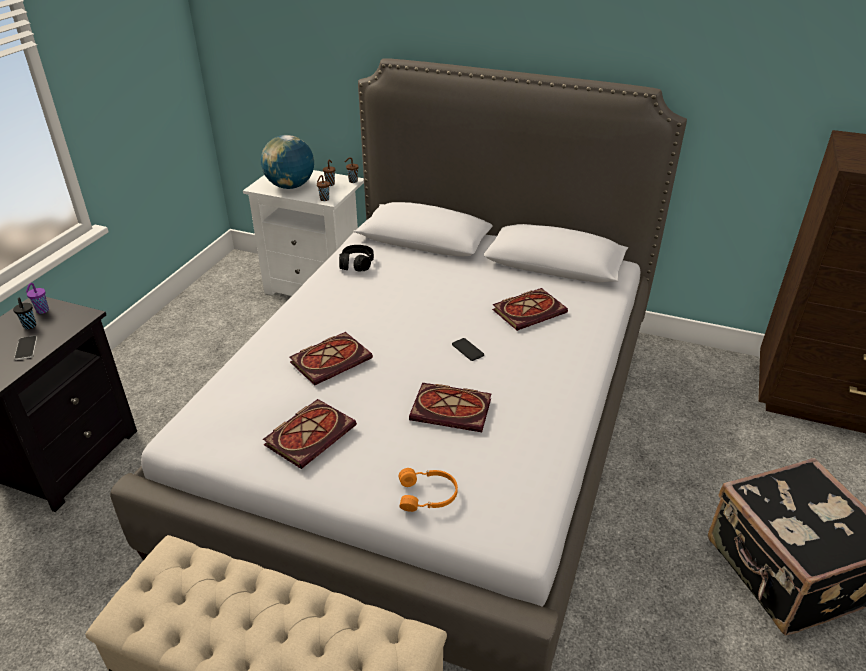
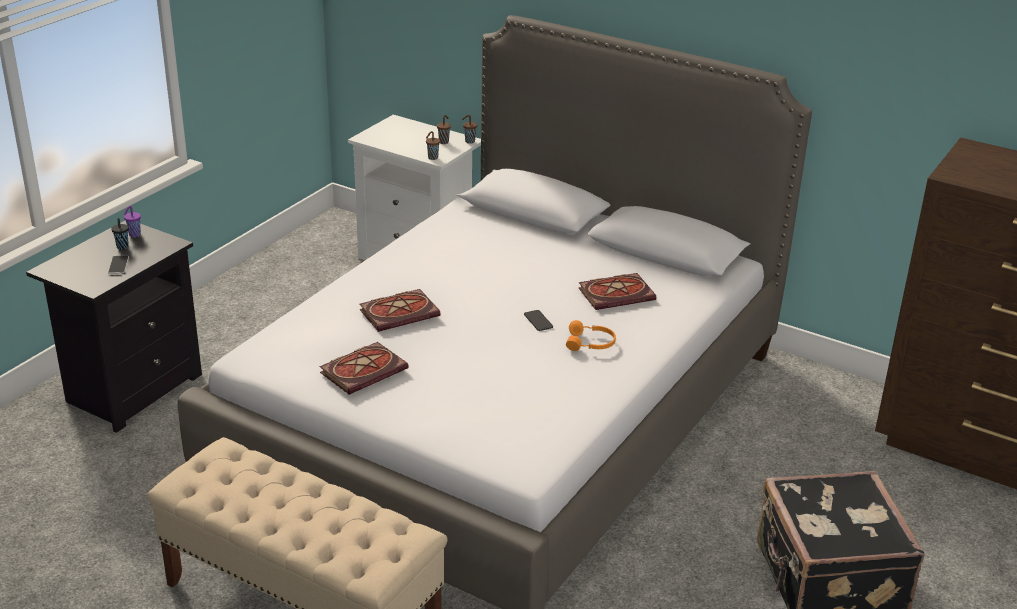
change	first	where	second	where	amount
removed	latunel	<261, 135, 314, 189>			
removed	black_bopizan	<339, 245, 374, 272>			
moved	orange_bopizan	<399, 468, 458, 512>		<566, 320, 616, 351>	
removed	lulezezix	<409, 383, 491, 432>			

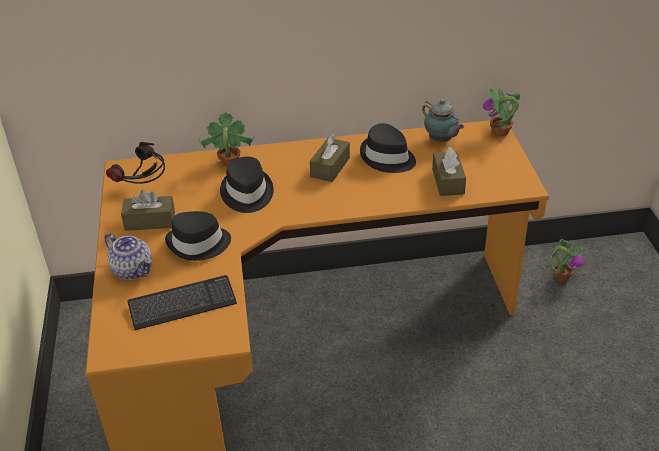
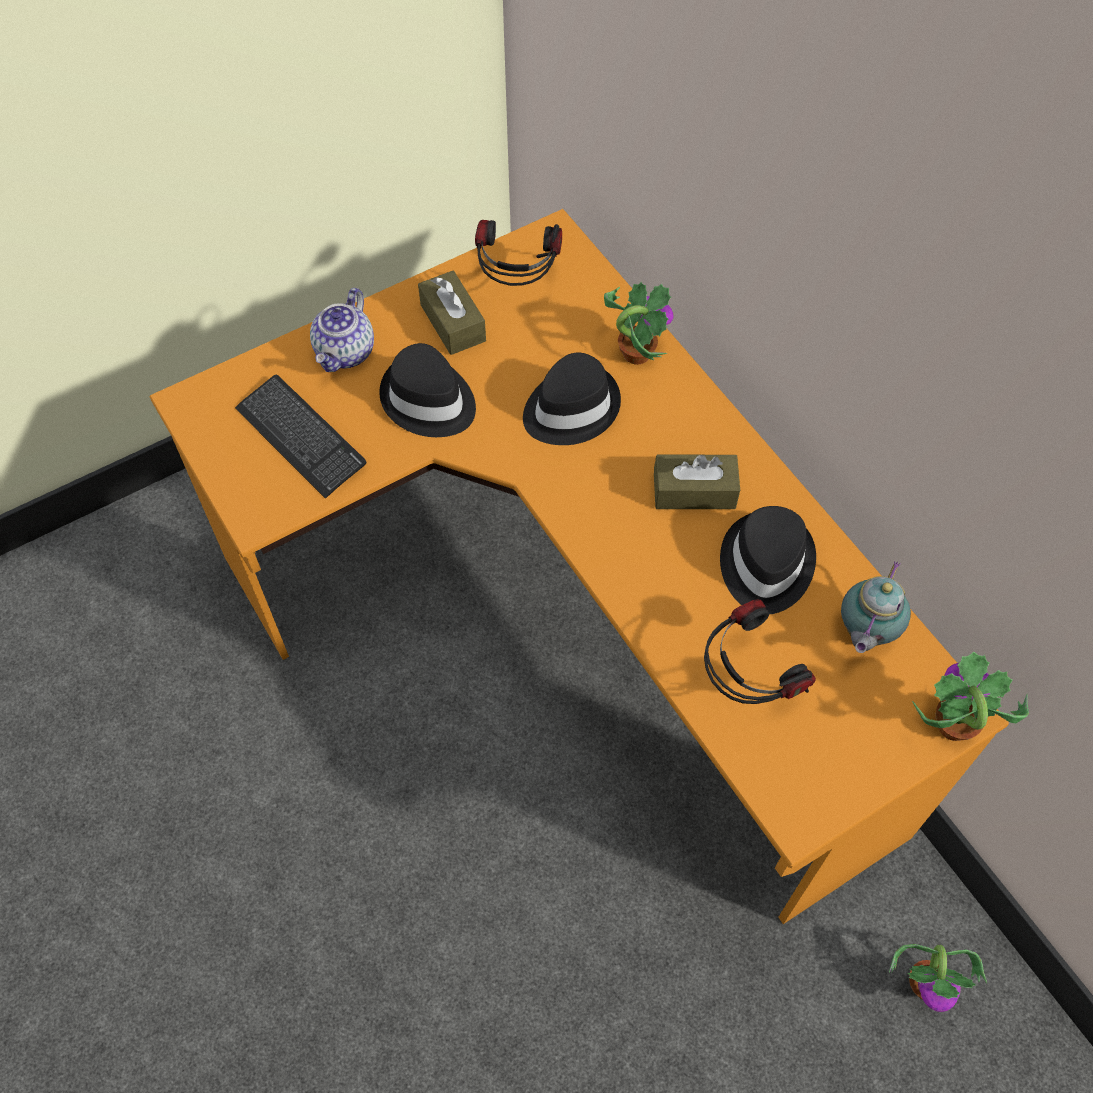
change	first	where	second	where	amount
replaced	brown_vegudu	<432, 147, 466, 196>	bopizan	<704, 599, 816, 704>	

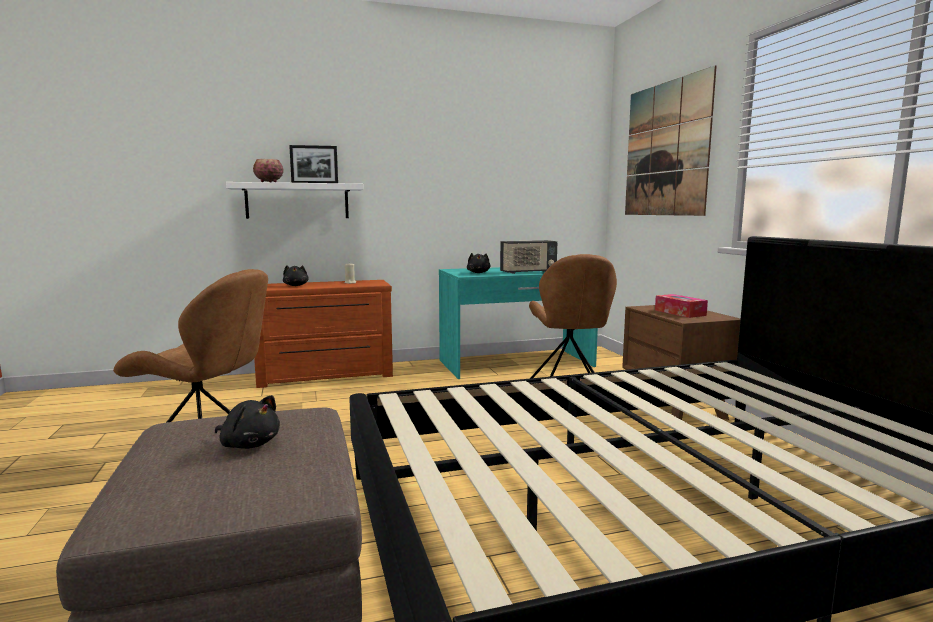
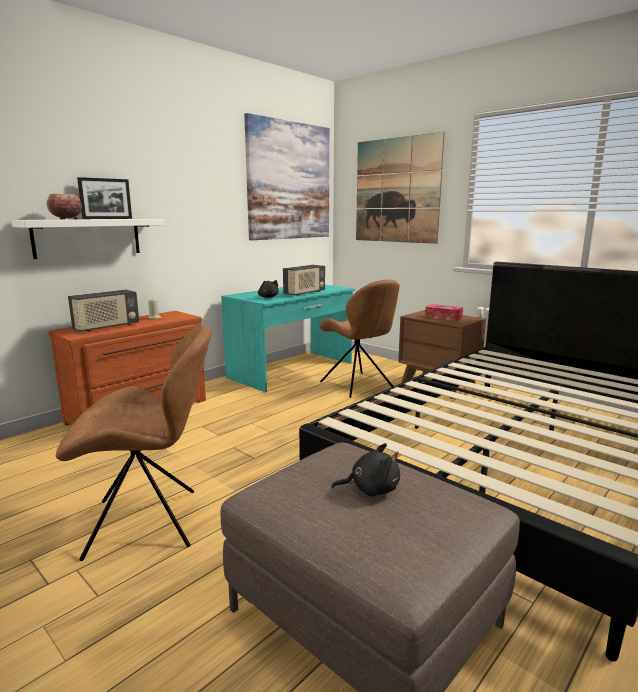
change	first	where	second	where	amount
replaced	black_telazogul	<283, 265, 309, 286>	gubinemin	<68, 290, 139, 332>	
added			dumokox	<244, 113, 330, 240>	

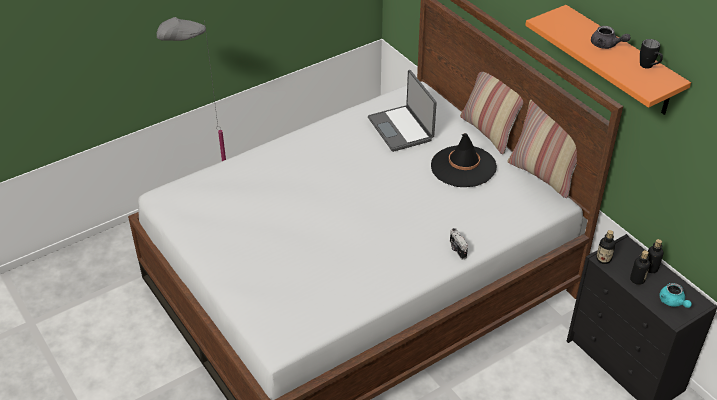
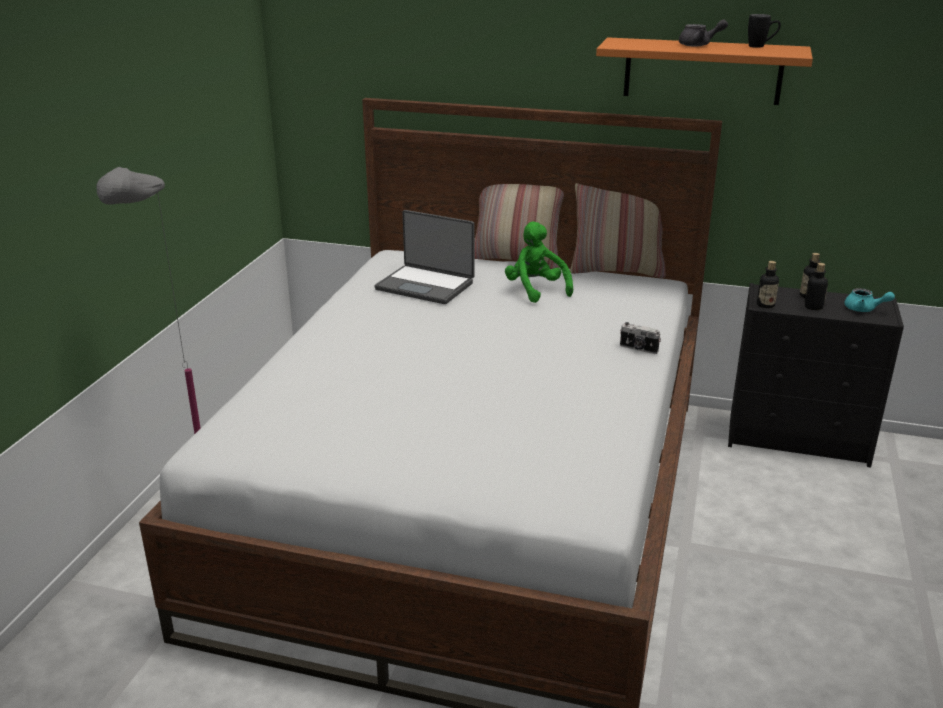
change	first	where	second	where	amount
replaced	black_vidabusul	<431, 133, 497, 187>	green_telazogul	<505, 221, 573, 303>	

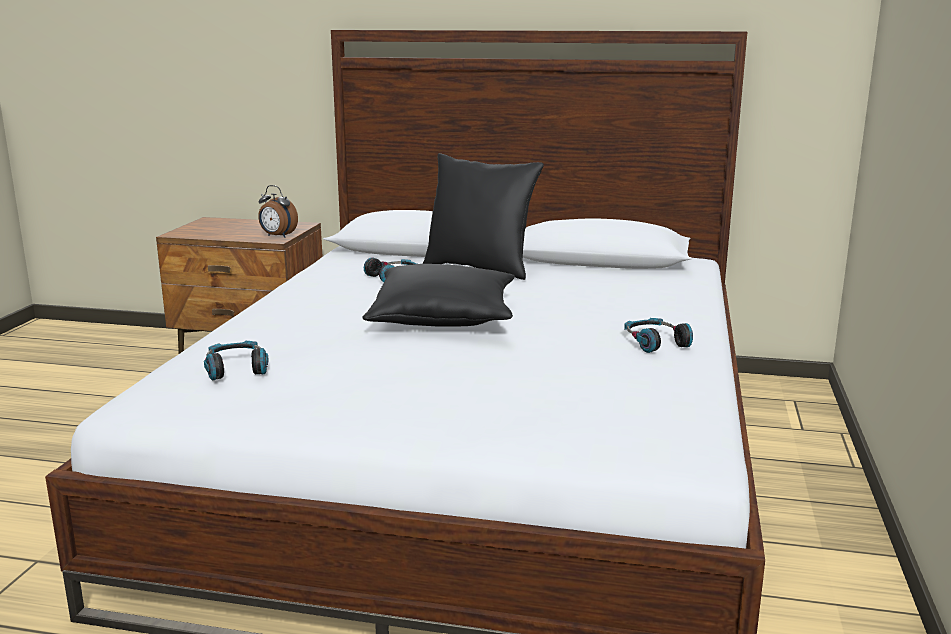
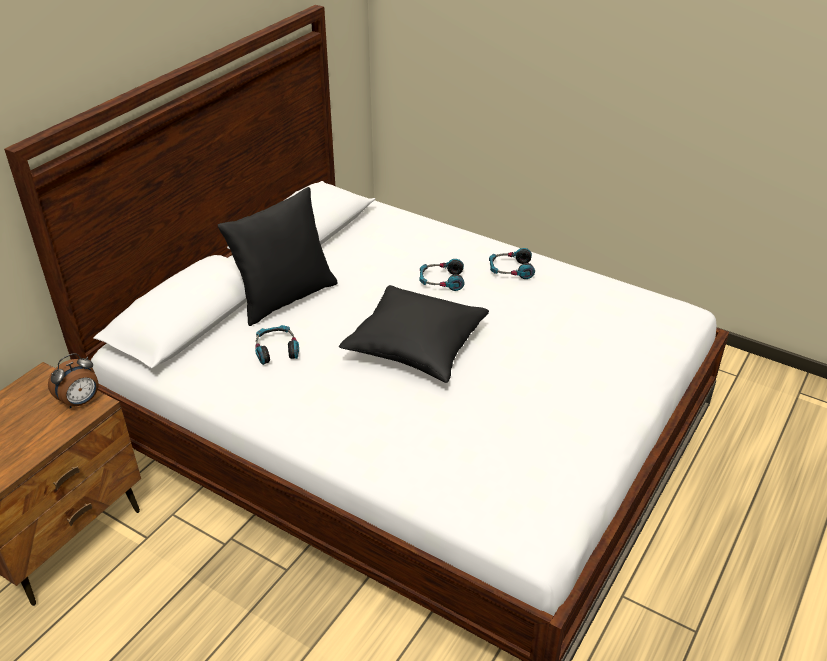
change	first	where	second	where	amount
moved	bopizan	<204, 341, 269, 380>		<419, 259, 465, 291>	

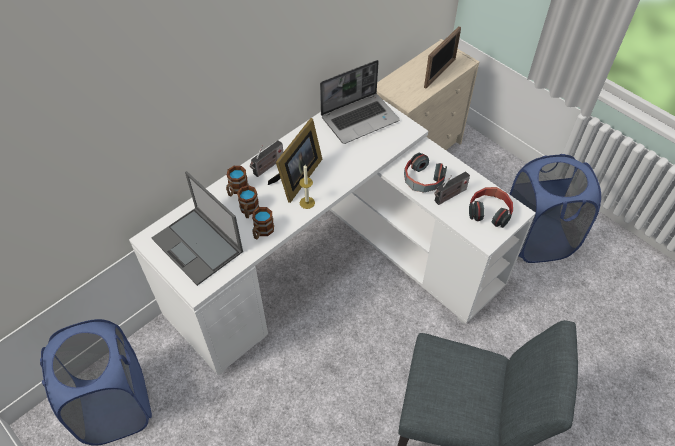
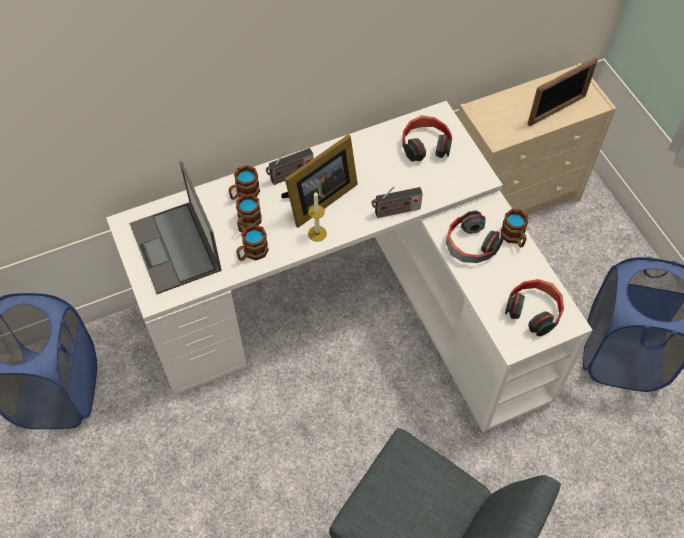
change	first	where	second	where	amount
replaced	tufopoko	<320, 60, 400, 144>	bopizan	<402, 115, 452, 161>	
moved	gubinemin	<434, 171, 470, 205>		<371, 186, 423, 218>	
added			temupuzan	<501, 209, 528, 248>	

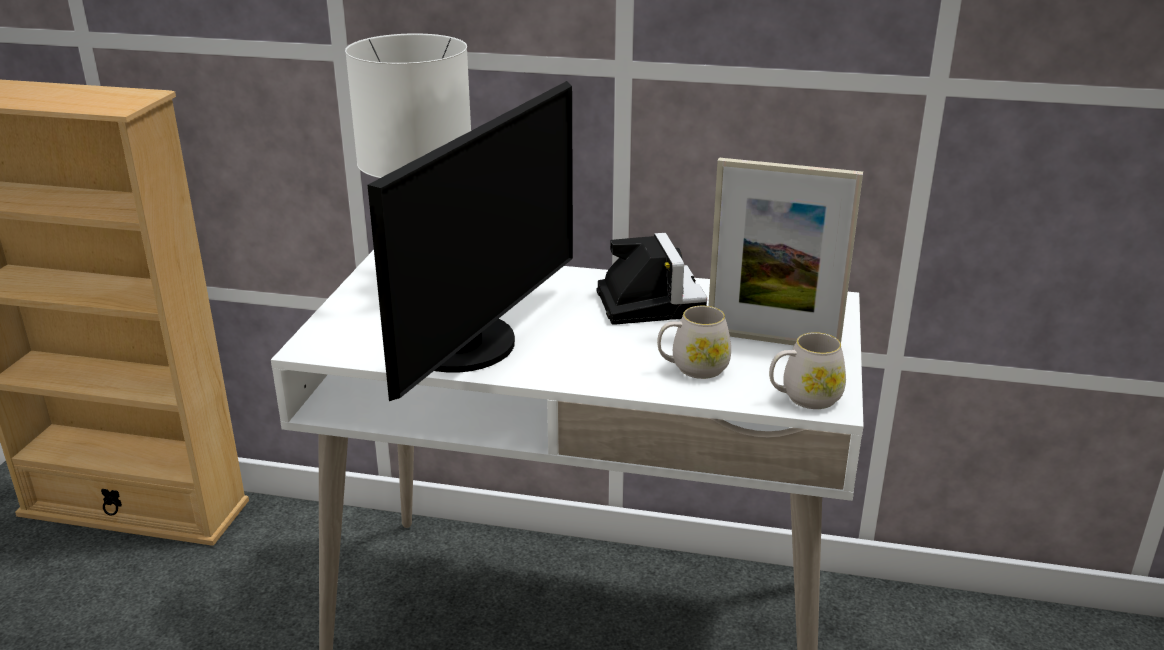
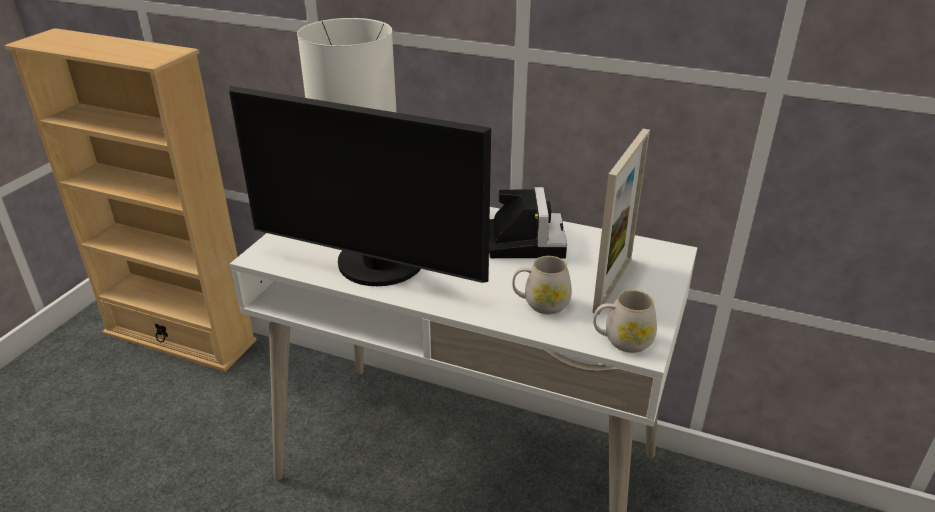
change	first	where	second	where	amount
turned	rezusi	<368, 81, 573, 401>		<229, 86, 491, 286>	75 degrees clockwise
turned	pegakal	<709, 158, 863, 345>		<592, 129, 650, 315>	90 degrees counterclockwise

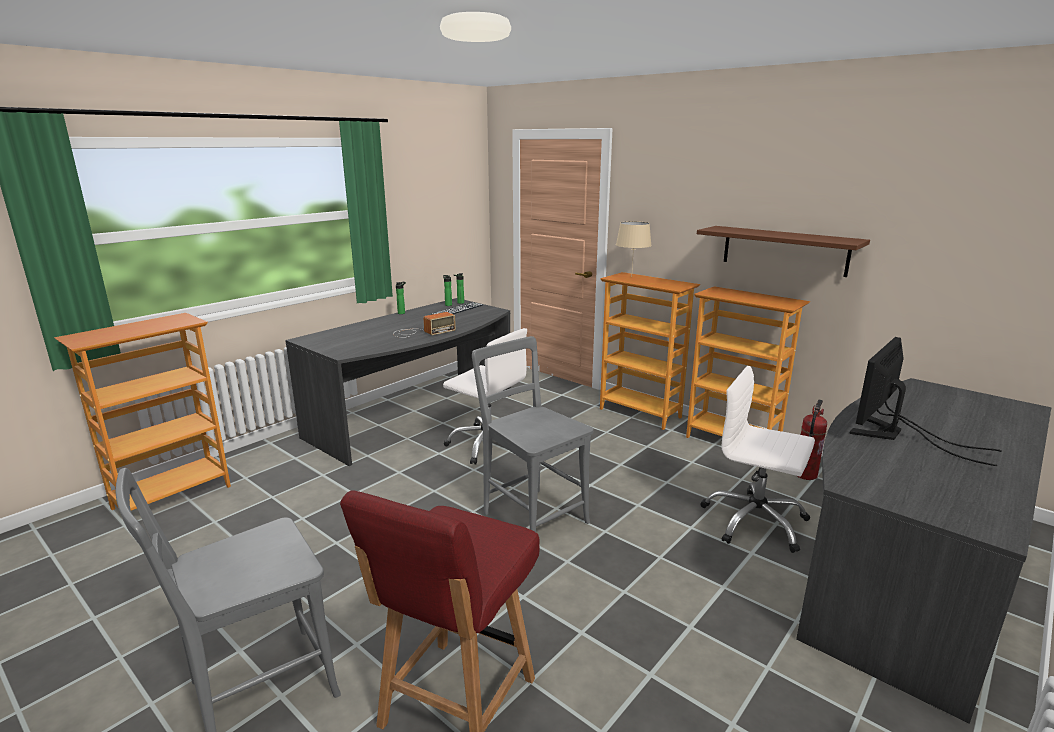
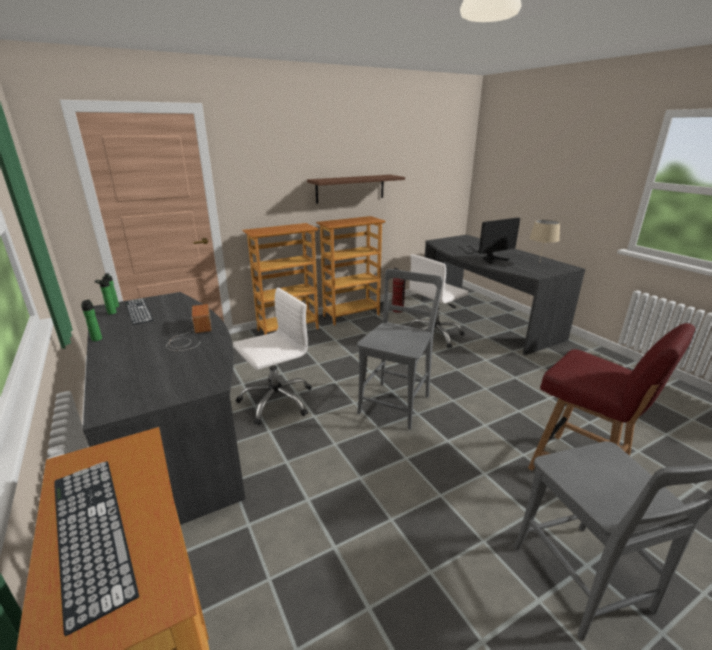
change	first	where	second	where	amount
turned	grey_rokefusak	<472, 336, 593, 532>		<357, 269, 443, 430>	135 degrees clockwise
moved	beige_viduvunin	<616, 221, 652, 277>		<529, 220, 560, 264>	
turned	rezusi	<849, 337, 1002, 466>		<460, 218, 520, 264>	90 degrees counterclockwise
added			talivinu	<54, 461, 139, 636>	

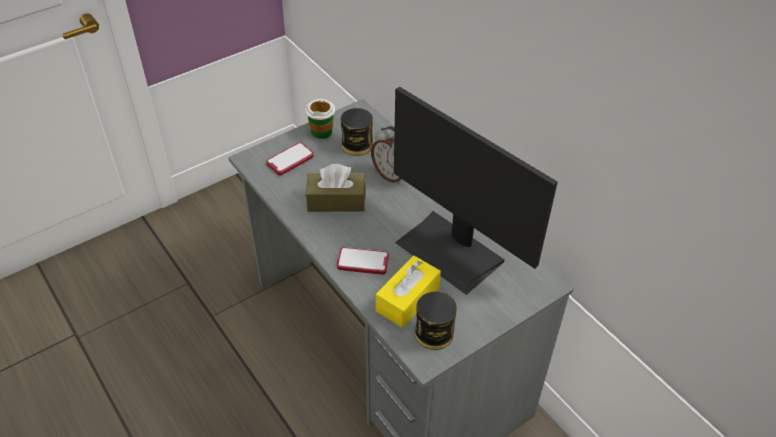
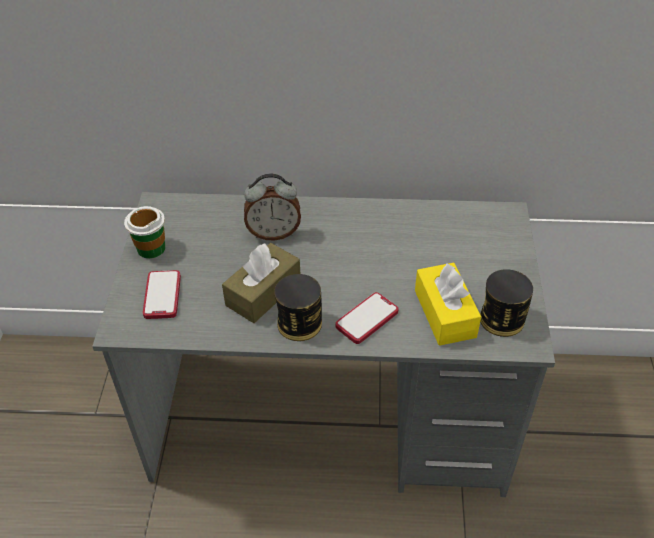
change	first	where	second	where	amount
moved	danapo	<340, 108, 373, 156>		<274, 274, 322, 341>	
removed	rezusi	<394, 87, 558, 295>			

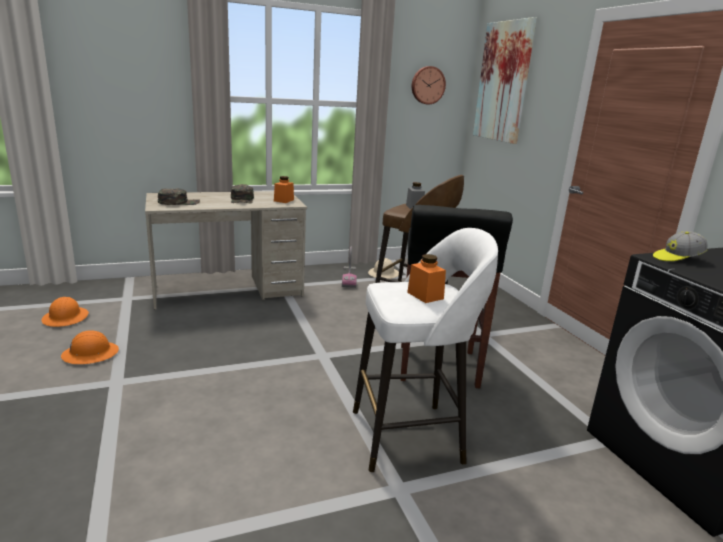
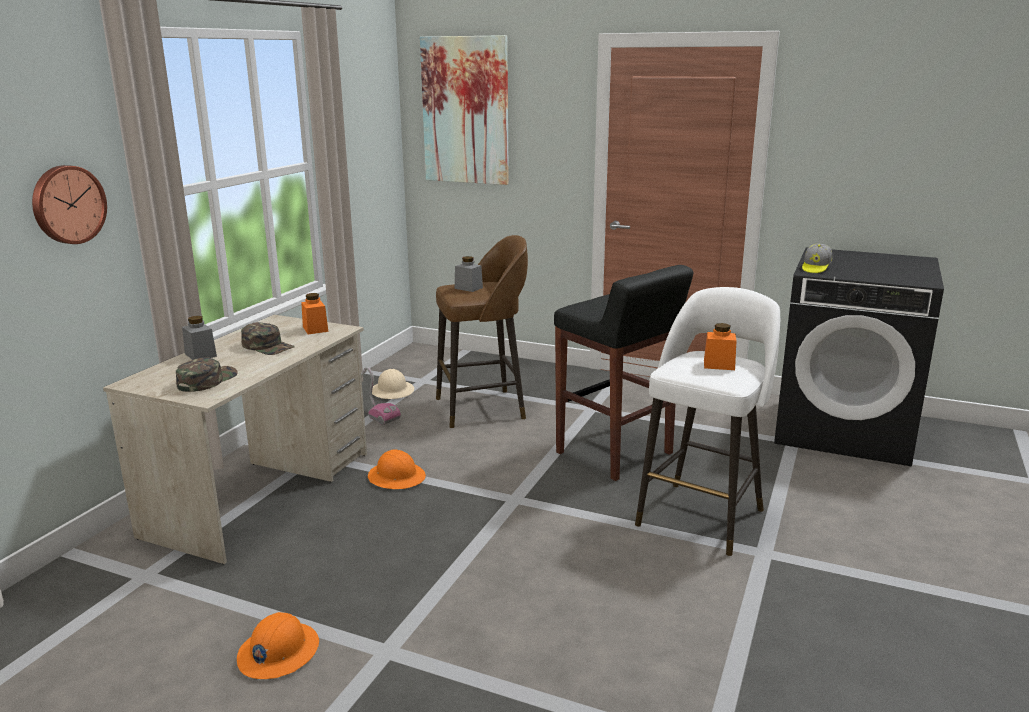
change	first	where	second	where	amount
moved	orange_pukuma	<41, 297, 89, 327>		<368, 449, 426, 489>	
moved	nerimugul	<412, 66, 446, 104>		<32, 165, 107, 244>	
added			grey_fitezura	<182, 316, 217, 360>	

